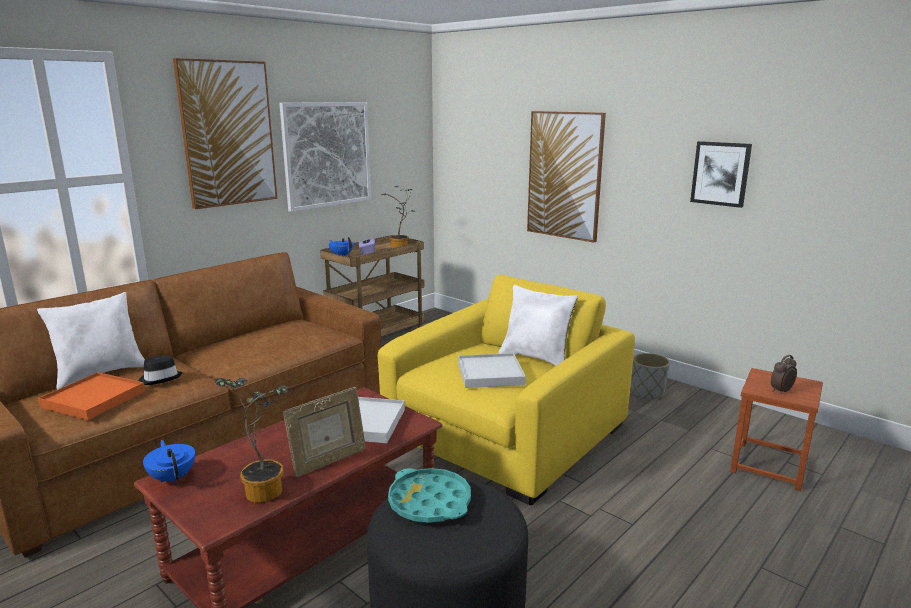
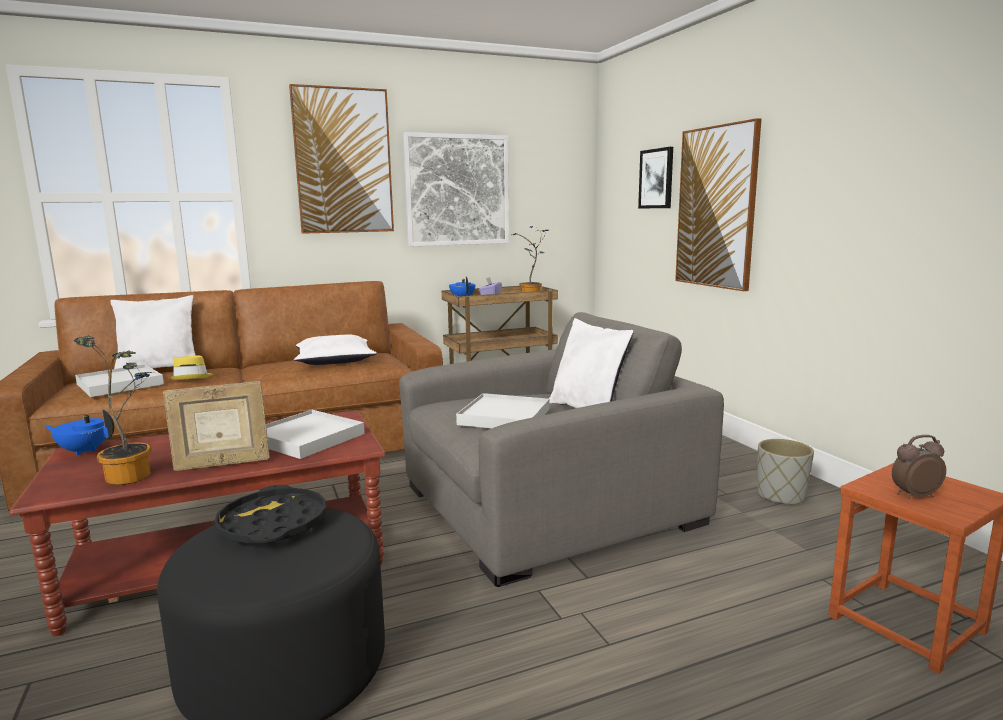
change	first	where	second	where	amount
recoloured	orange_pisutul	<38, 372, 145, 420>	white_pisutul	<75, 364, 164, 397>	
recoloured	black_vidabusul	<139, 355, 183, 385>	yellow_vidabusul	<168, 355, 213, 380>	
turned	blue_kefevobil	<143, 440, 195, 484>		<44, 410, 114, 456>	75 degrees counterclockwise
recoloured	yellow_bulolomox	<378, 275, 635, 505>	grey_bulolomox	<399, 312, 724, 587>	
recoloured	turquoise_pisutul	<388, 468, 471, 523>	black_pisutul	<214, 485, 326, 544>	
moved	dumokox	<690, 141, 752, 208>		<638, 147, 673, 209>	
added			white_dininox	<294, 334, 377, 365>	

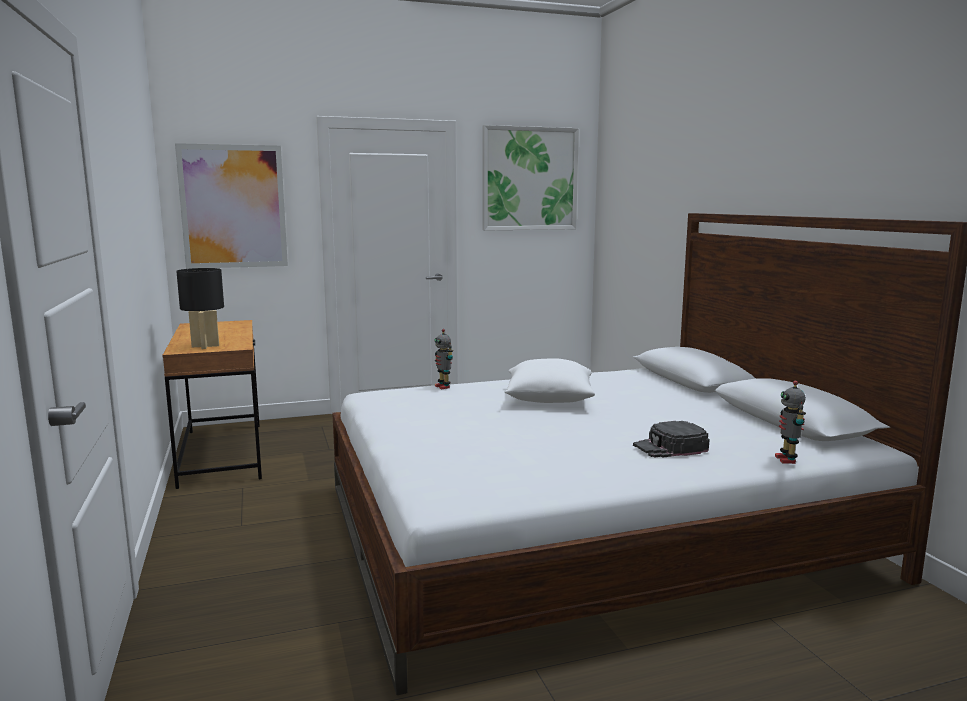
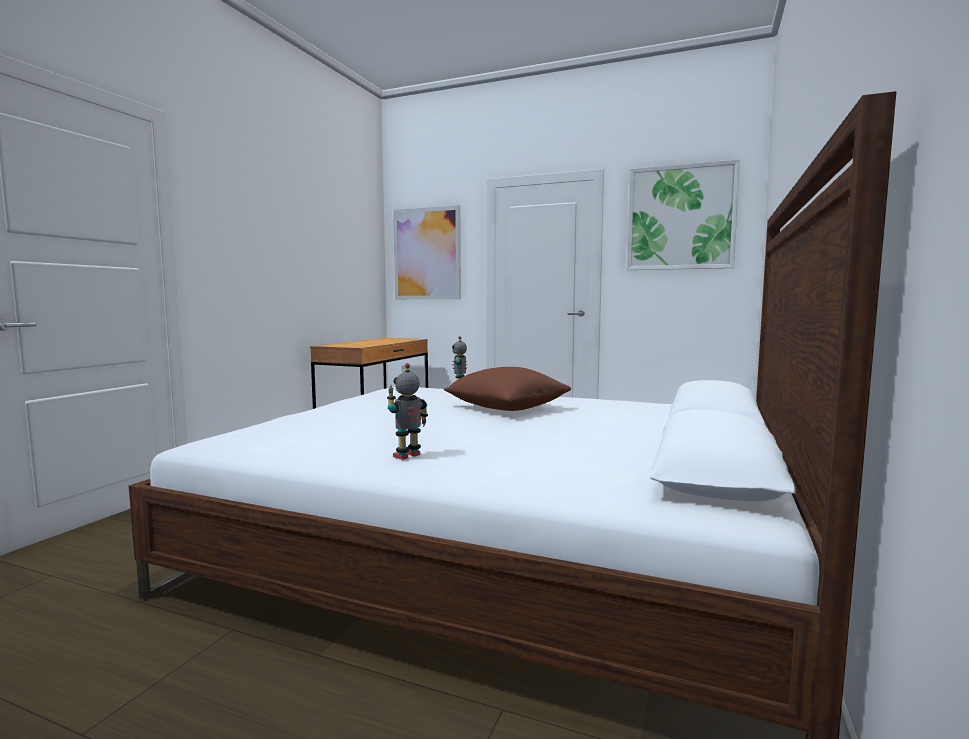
change	first	where	second	where	amount
removed	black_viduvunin	<176, 268, 224, 349>			
recoloured	white_dininox	<504, 358, 595, 403>	brown_dininox	<444, 367, 571, 411>	
removed	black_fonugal	<633, 421, 709, 458>			
moved	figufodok	<775, 381, 806, 464>		<387, 363, 428, 460>	

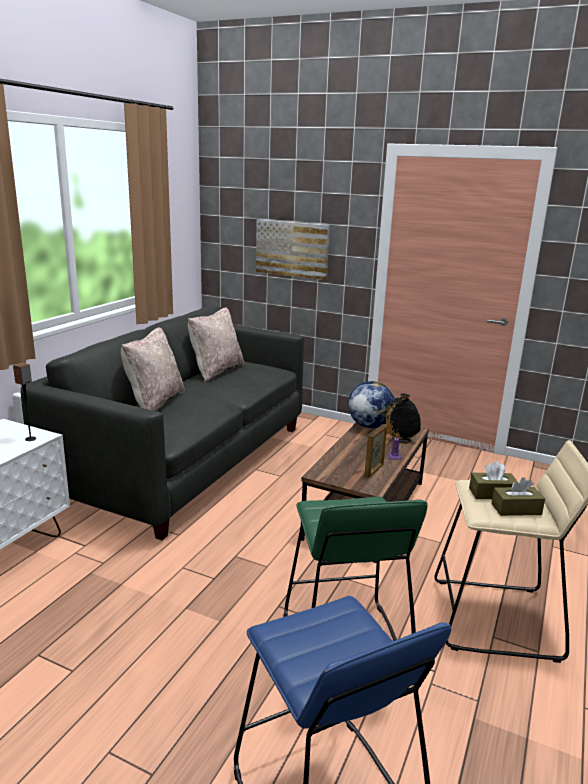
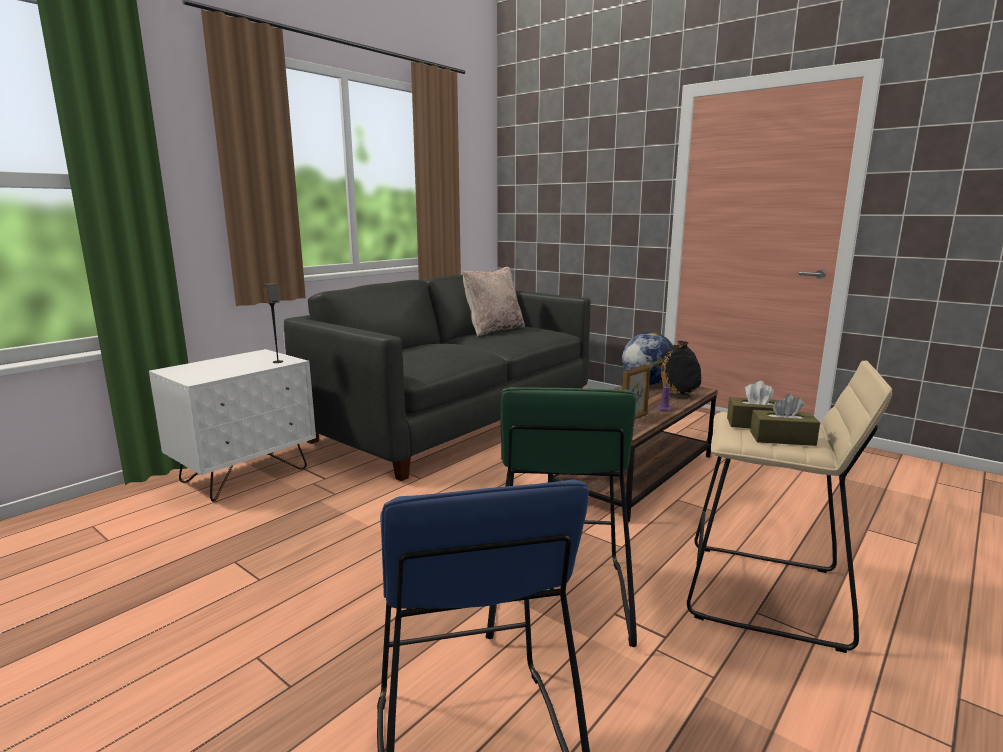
change	first	where	second	where	amount
removed	beige_dininox	<121, 327, 185, 411>			
removed	dumokox	<256, 219, 330, 280>			

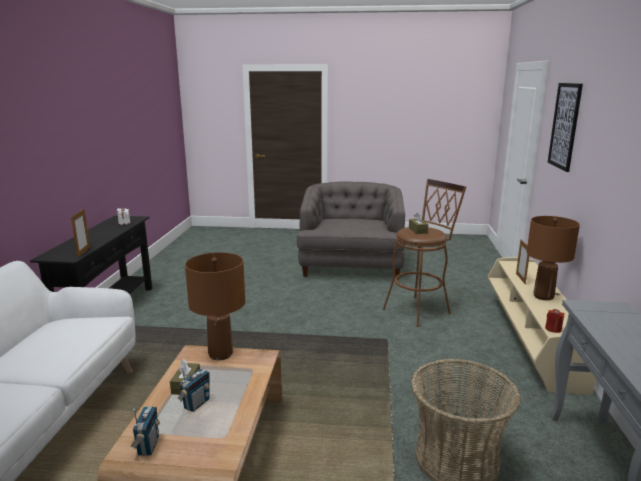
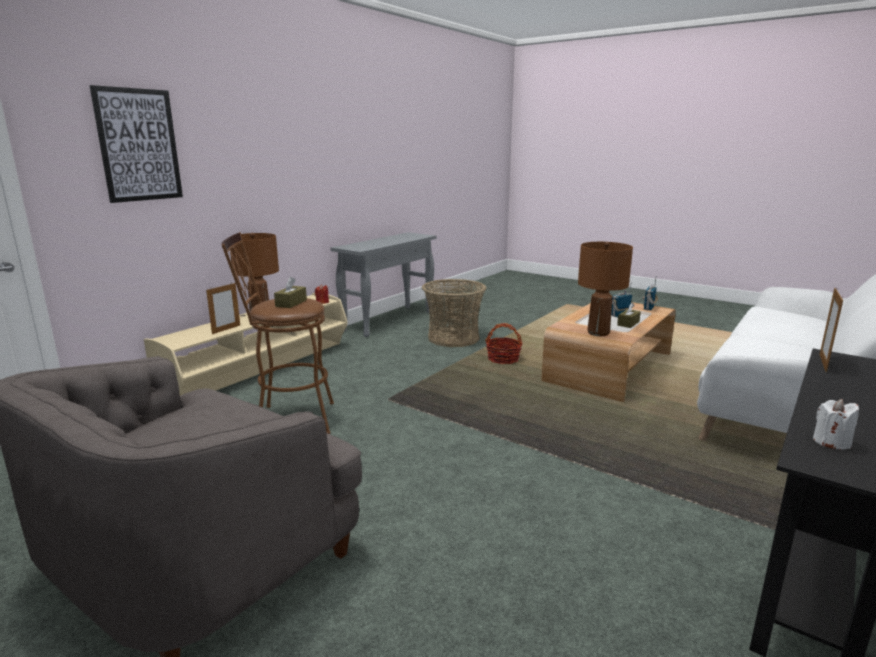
change	first	where	second	where	amount
added			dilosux	<485, 323, 522, 364>	

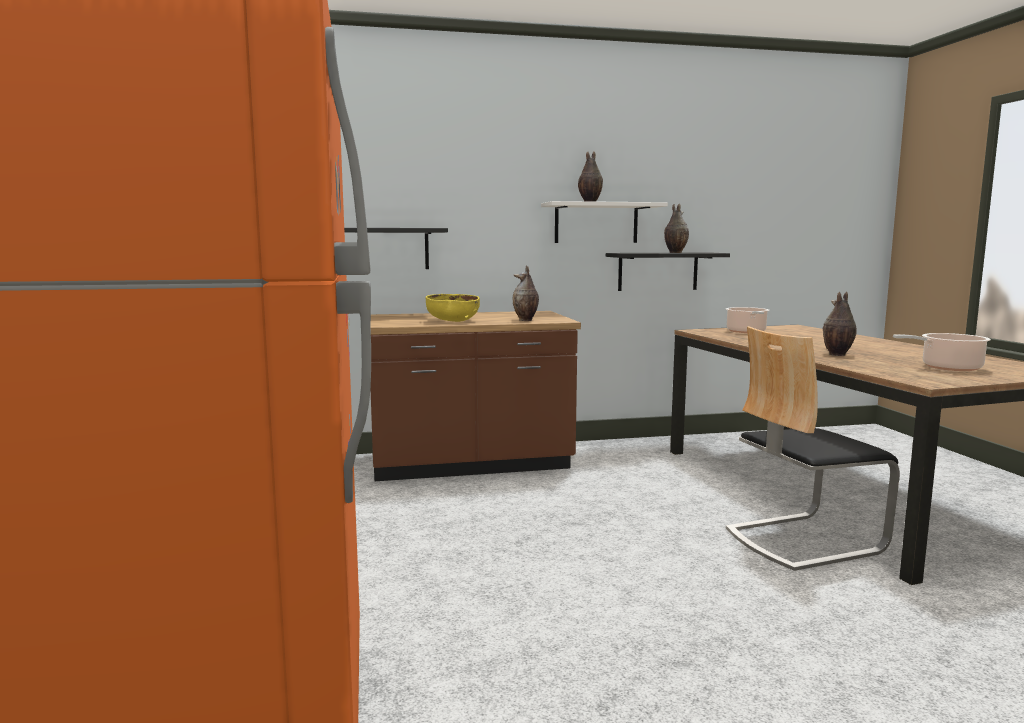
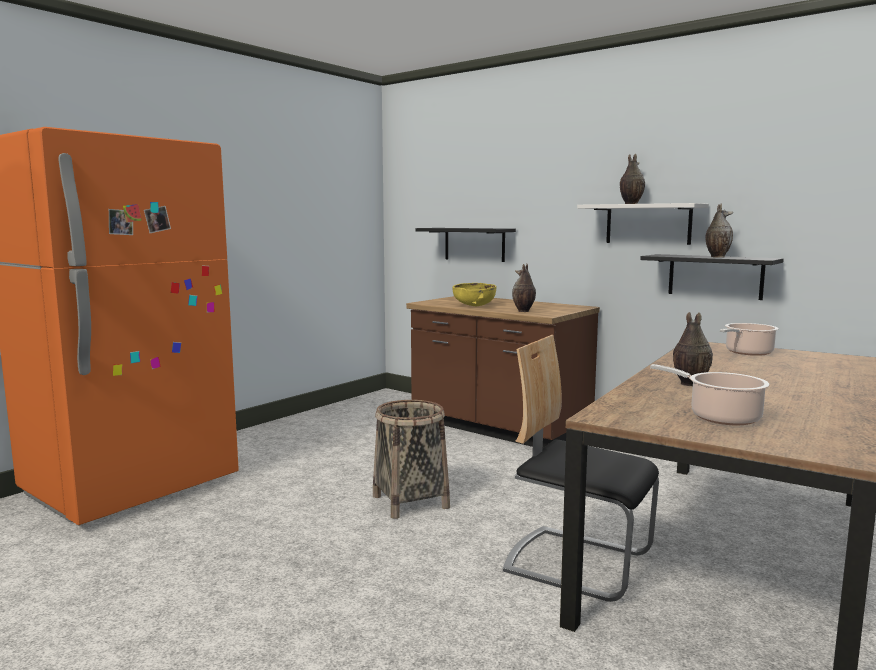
change	first	where	second	where	amount
added			dilosux	<373, 400, 450, 519>	

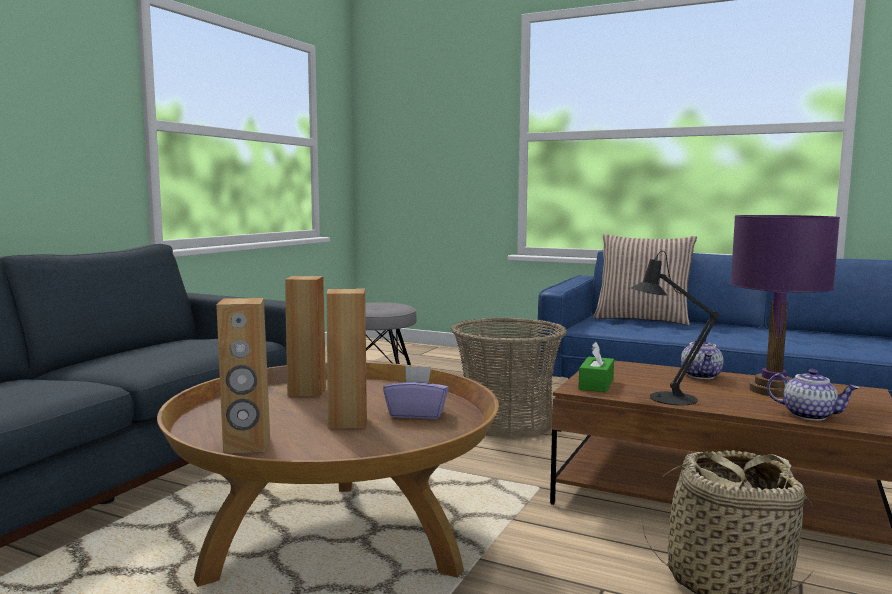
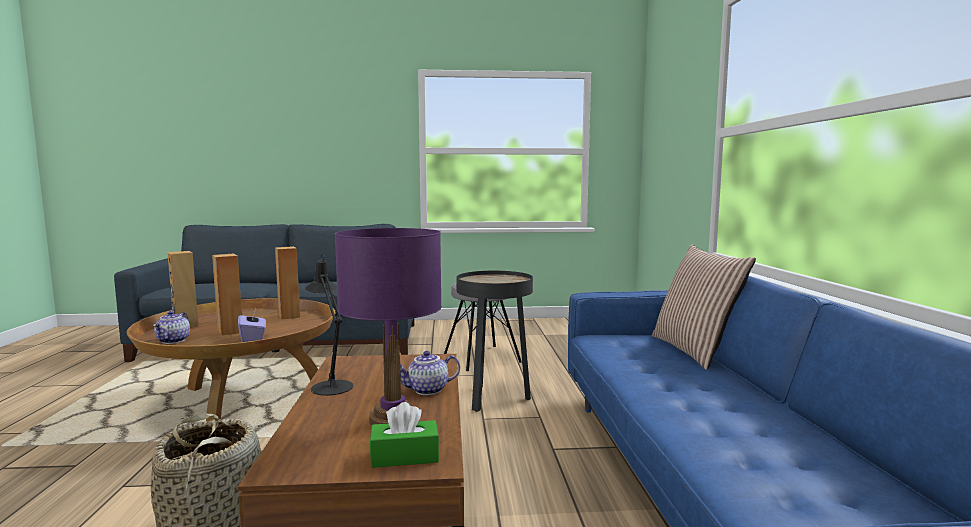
change	first	where	second	where	amount
replaced	dilosux	<451, 317, 567, 438>	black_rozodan	<456, 271, 533, 412>	
moved	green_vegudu	<578, 342, 614, 392>		<370, 402, 439, 468>	
moved	kefevobil	<767, 369, 859, 421>		<153, 311, 190, 344>	

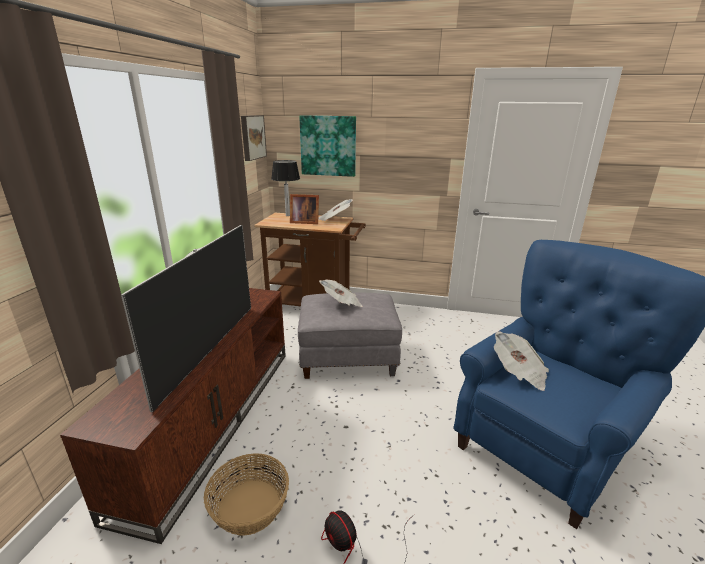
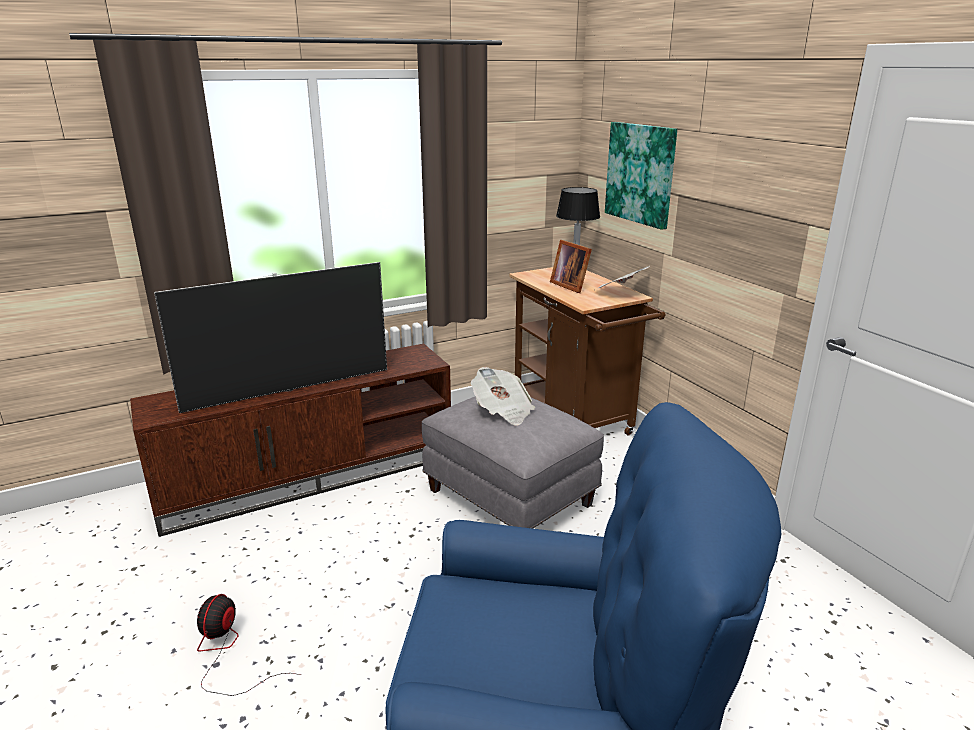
change	first	where	second	where	amount
removed	dilosux	<204, 453, 289, 536>			
removed	dumokox	<241, 115, 267, 161>			
removed	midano	<494, 331, 549, 391>			

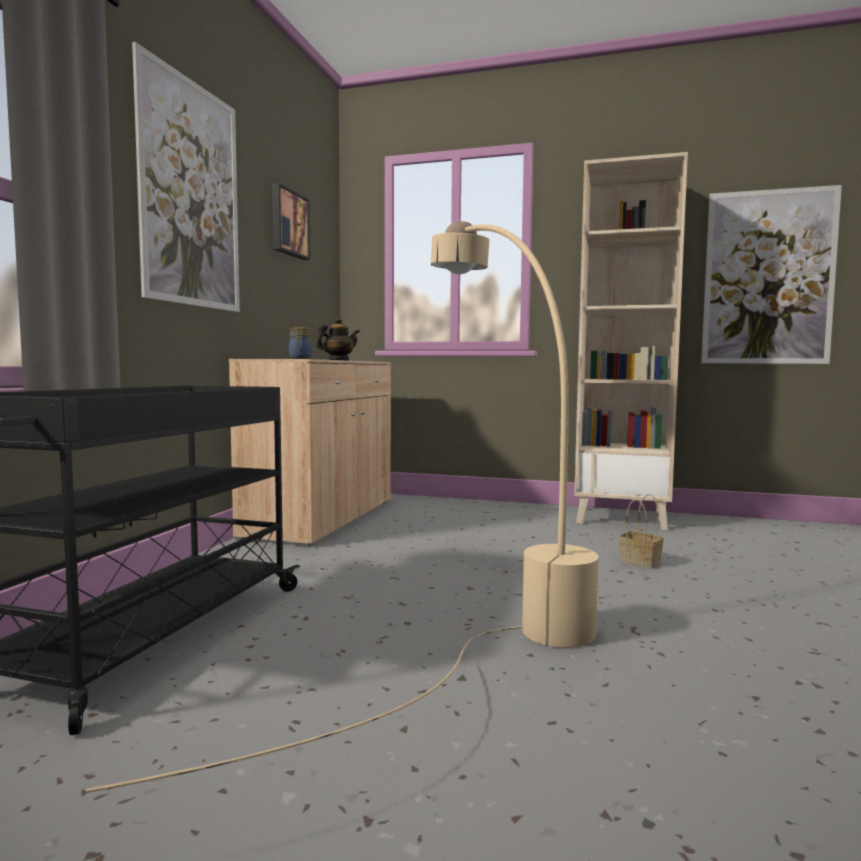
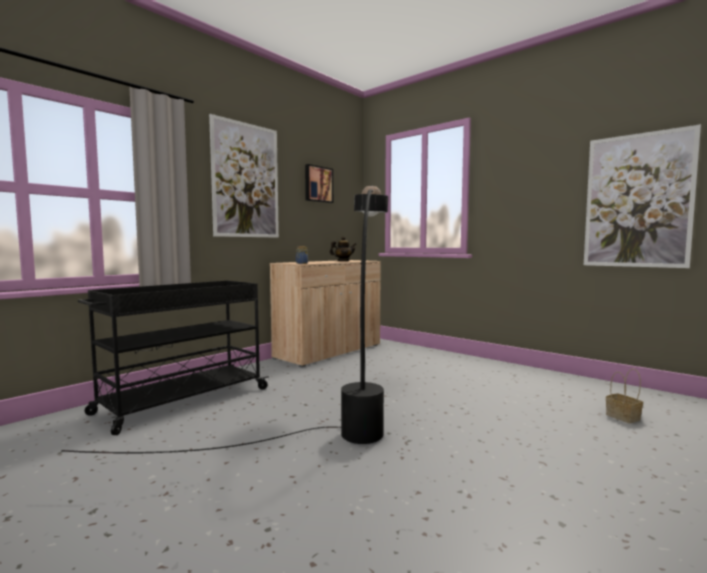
change	first	where	second	where	amount
recoloured	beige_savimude	<85, 221, 599, 793>	black_savimude	<61, 186, 388, 454>	
removed	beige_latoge	<574, 152, 688, 530>			
moved	dilosux	<619, 494, 664, 569>		<606, 369, 643, 423>	

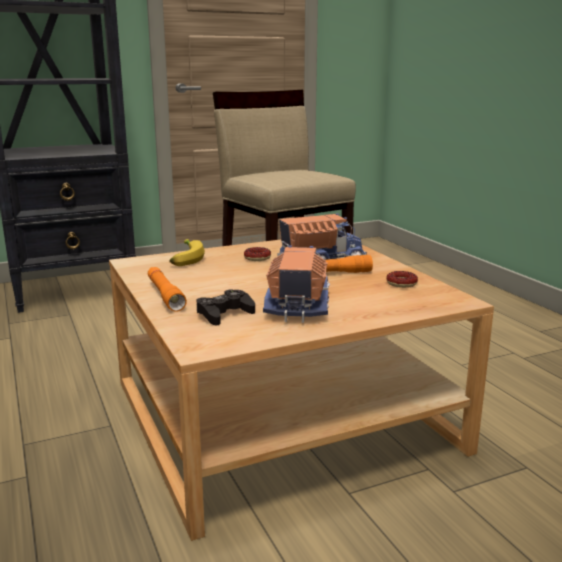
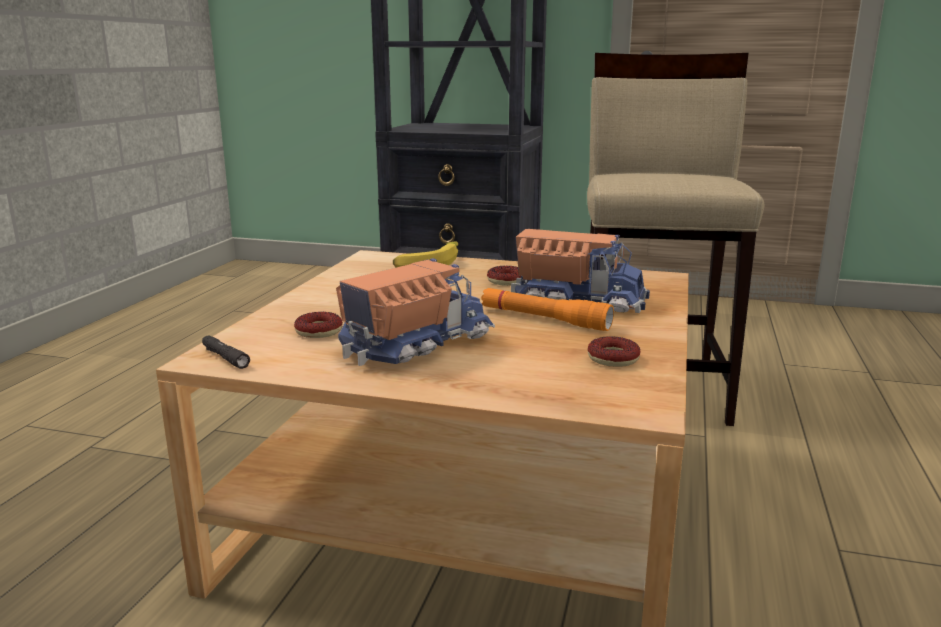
change	first	where	second	where	amount
removed	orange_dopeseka	<148, 267, 187, 312>			
replaced	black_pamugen	<197, 289, 255, 326>	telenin	<294, 312, 343, 338>	
added			black_dopeseka	<202, 335, 250, 369>	

